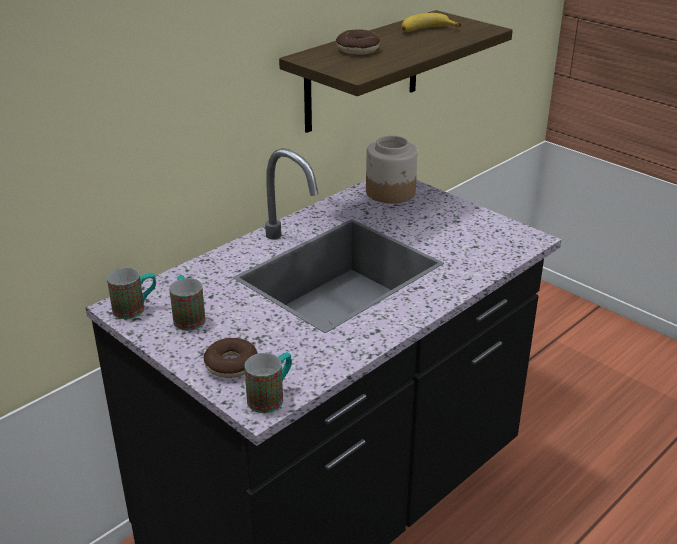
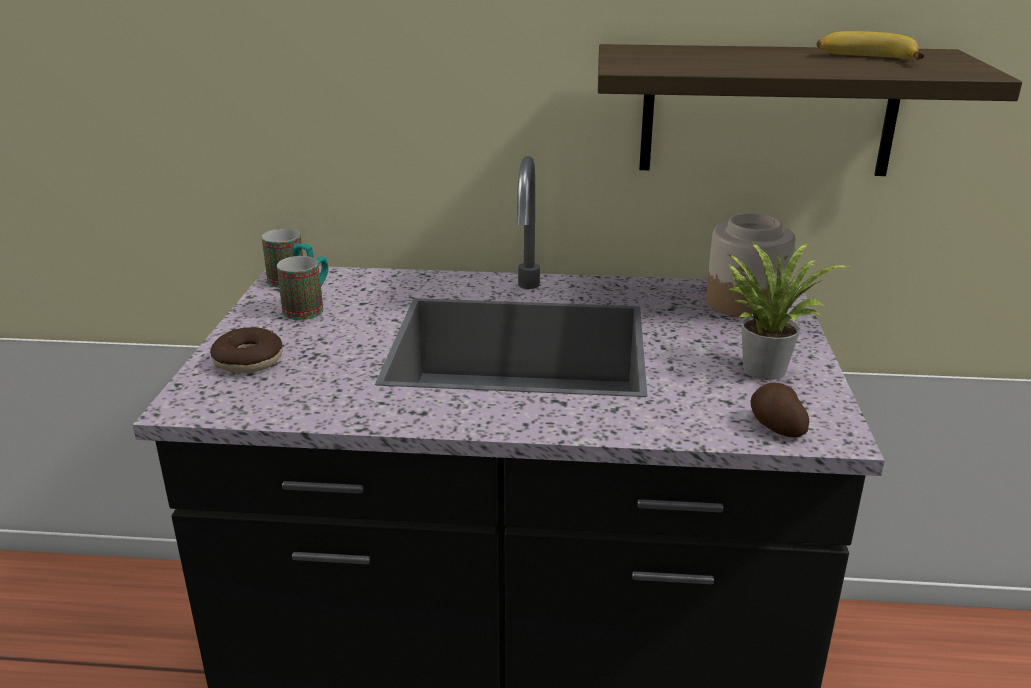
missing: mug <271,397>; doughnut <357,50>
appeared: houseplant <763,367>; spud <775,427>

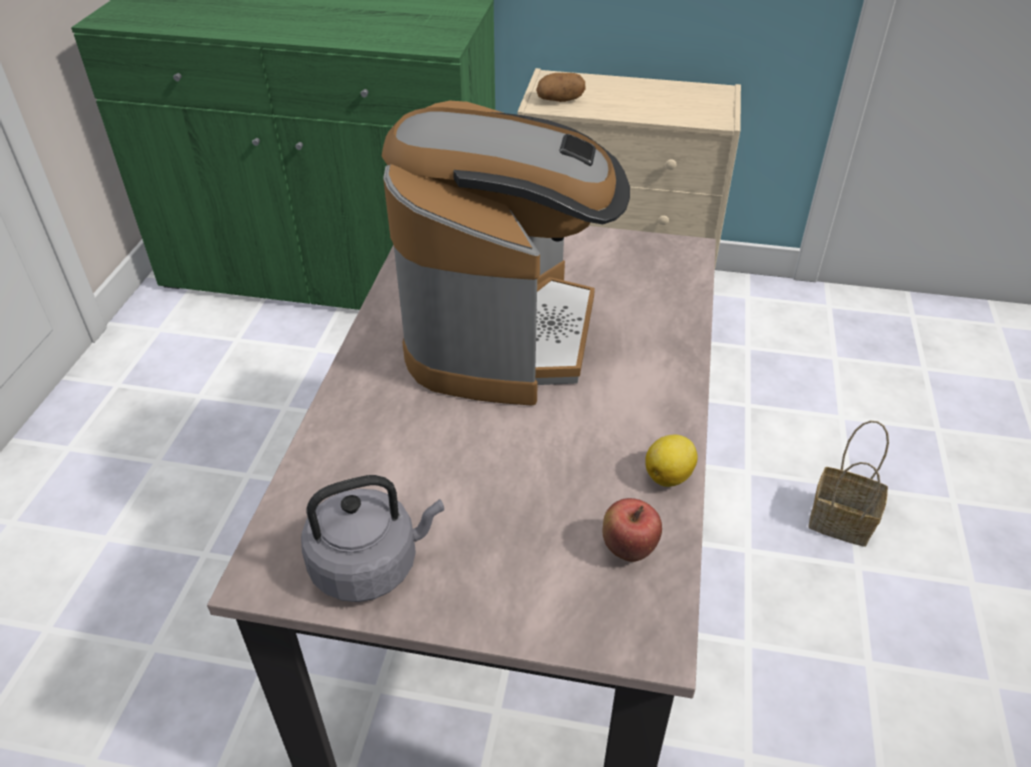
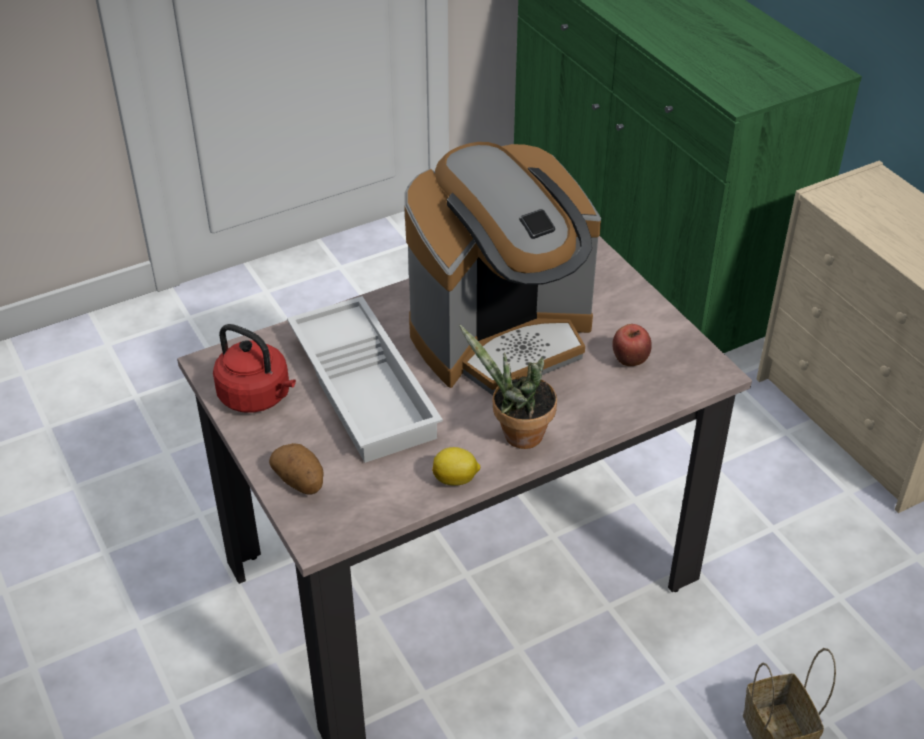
appeared: carrying tray in white-coloured <366,387>; houseplant <516,435>
relocated: spud <560,100> to <300,481>; apple fruit <628,549> to <630,361>
colour: tea kettle in greyish <370,564> to tea kettle in reddish <257,397>

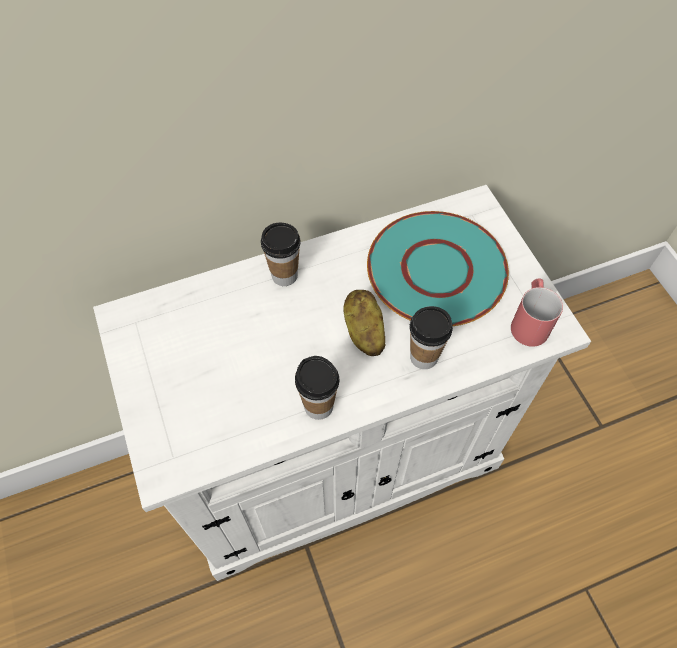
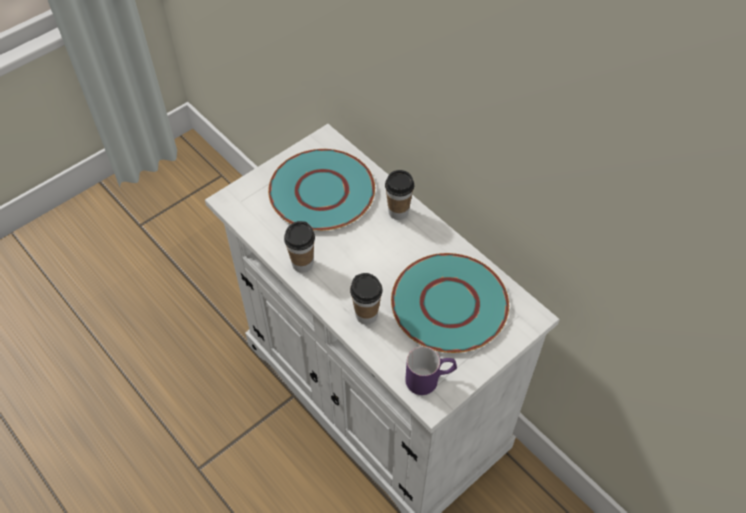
missing: spud <363,332>
appeared: plate in blue-green <321,191>
colour: mug in reddish <529,321> to mug in purplish <430,379>

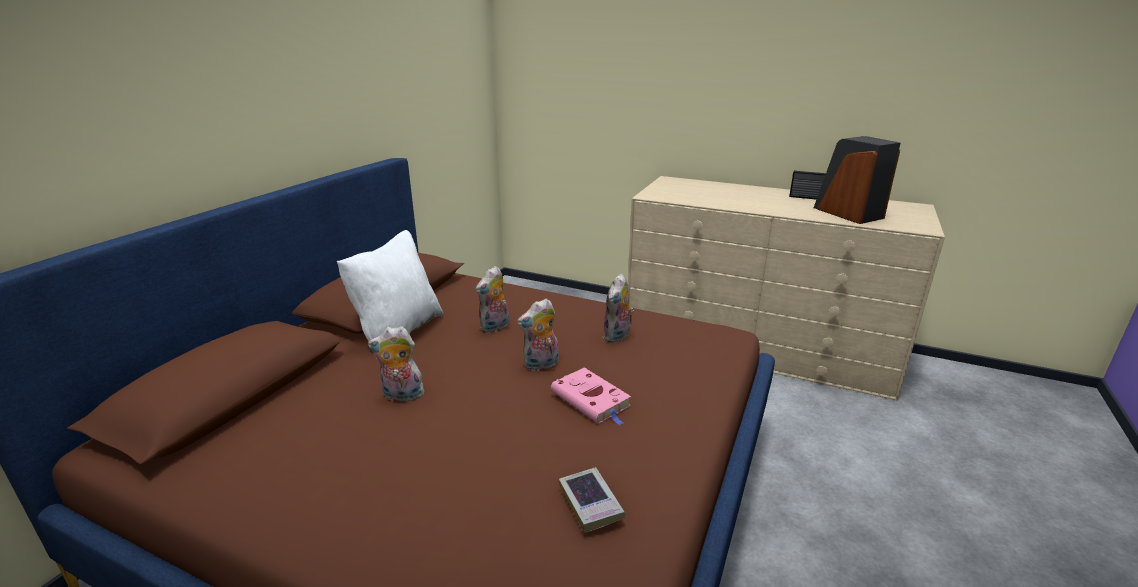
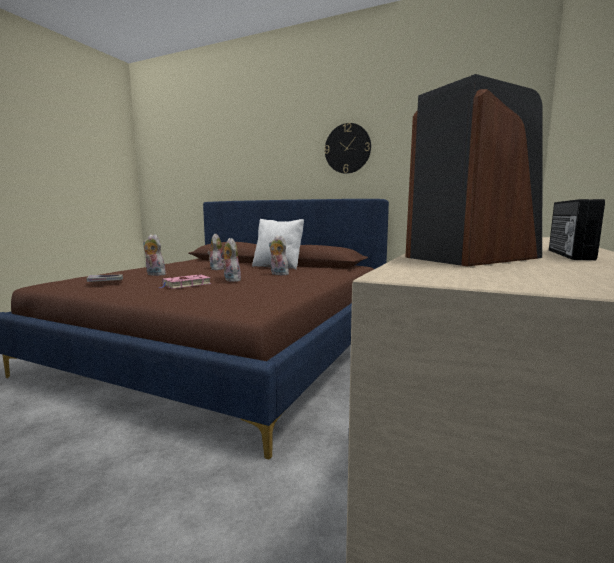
appeared: wall clock <347,148>
relocated: soft toy <617,336> to <154,274>

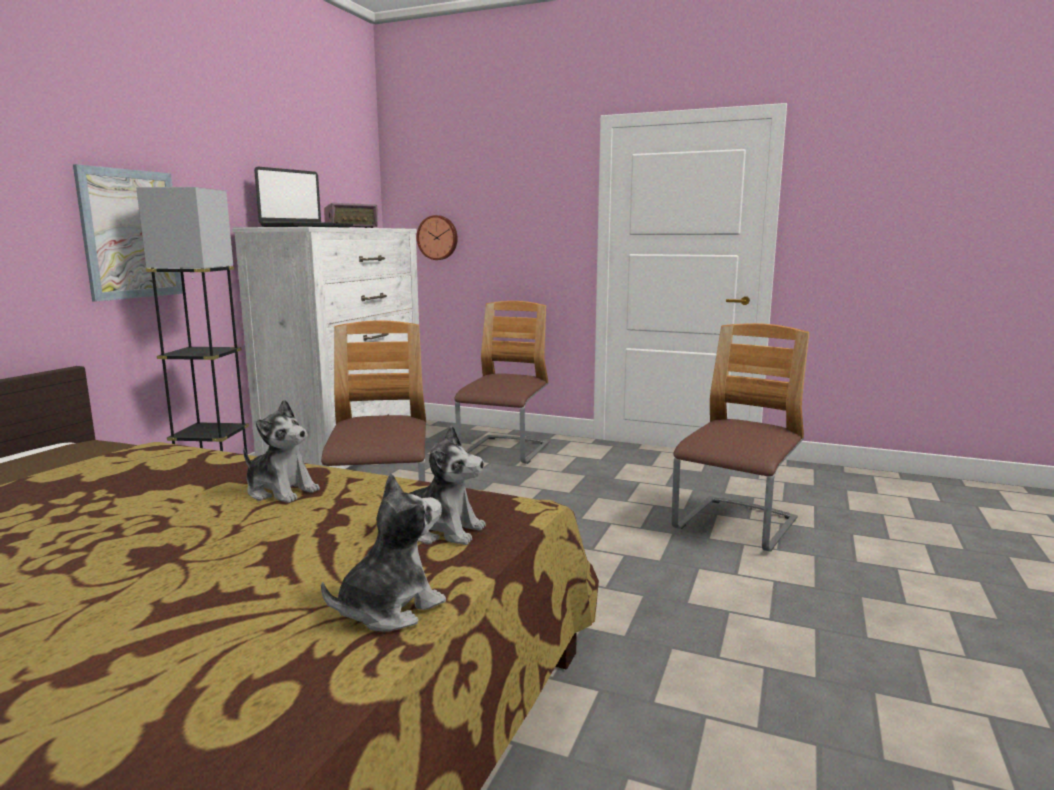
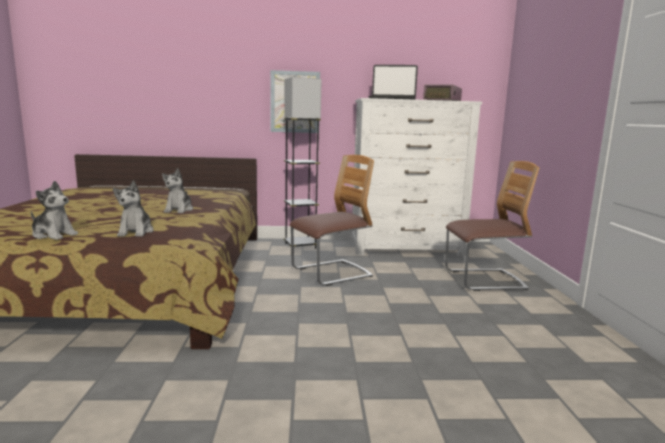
missing: wall clock <438,237>; upright chair <735,526>

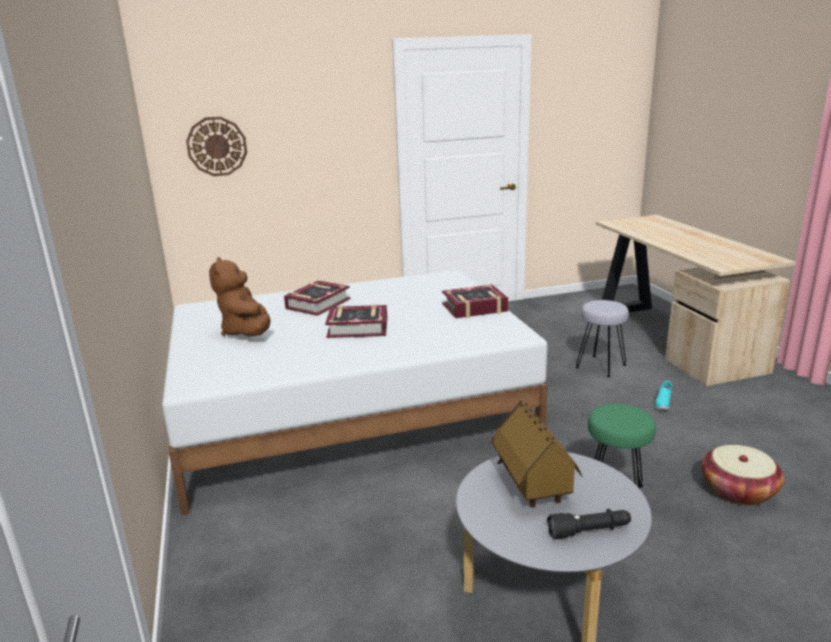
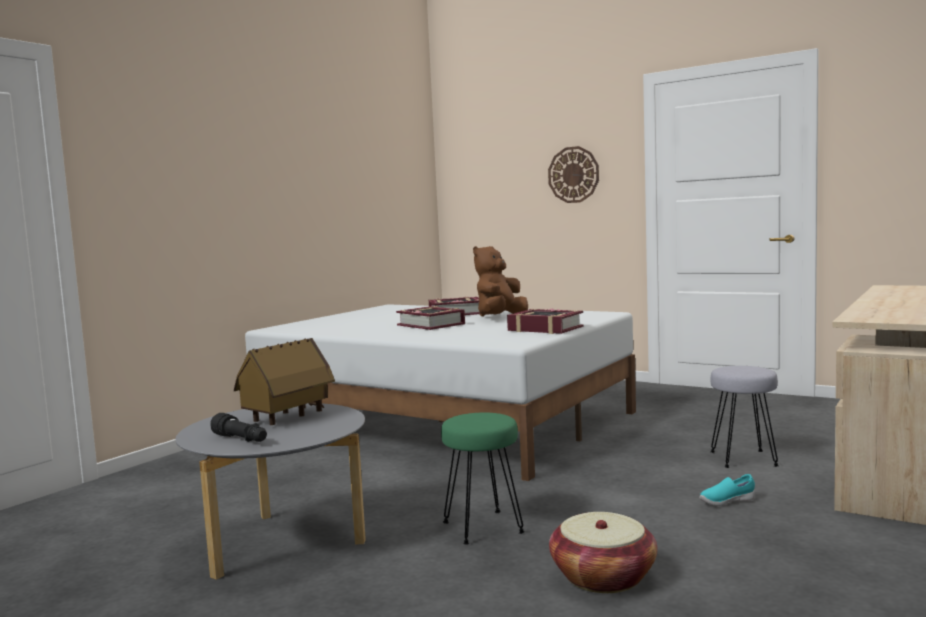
relocated: soft toy in brown-coloured <247,332> to <500,317>; wall clock <217,146> to <573,174>

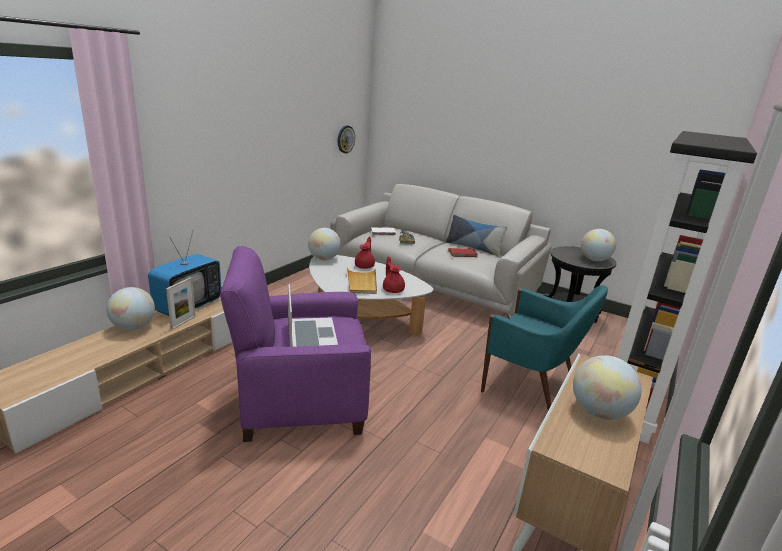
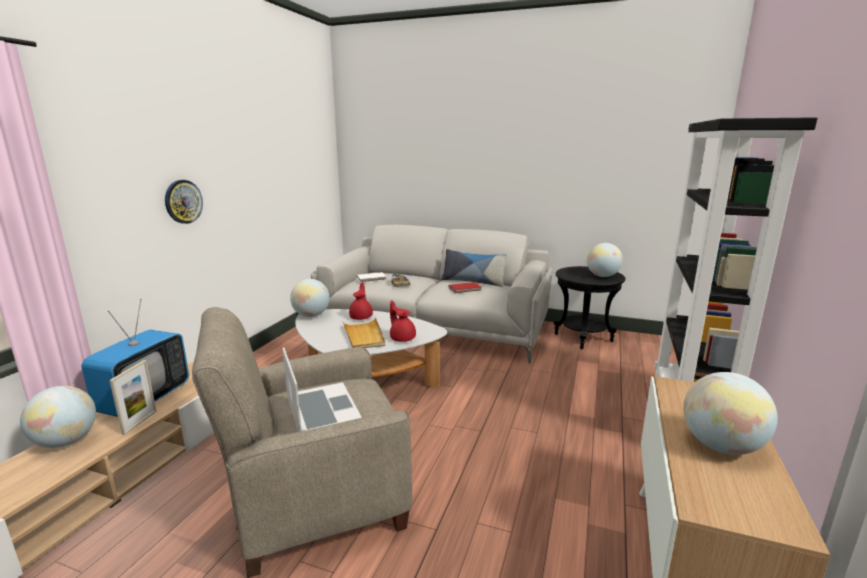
missing: armchair in blue-green <531,387>
relocated: wall clock <345,139> to <183,201>
colour: armchair in purplish <300,400> to armchair in beige-coloured <315,497>

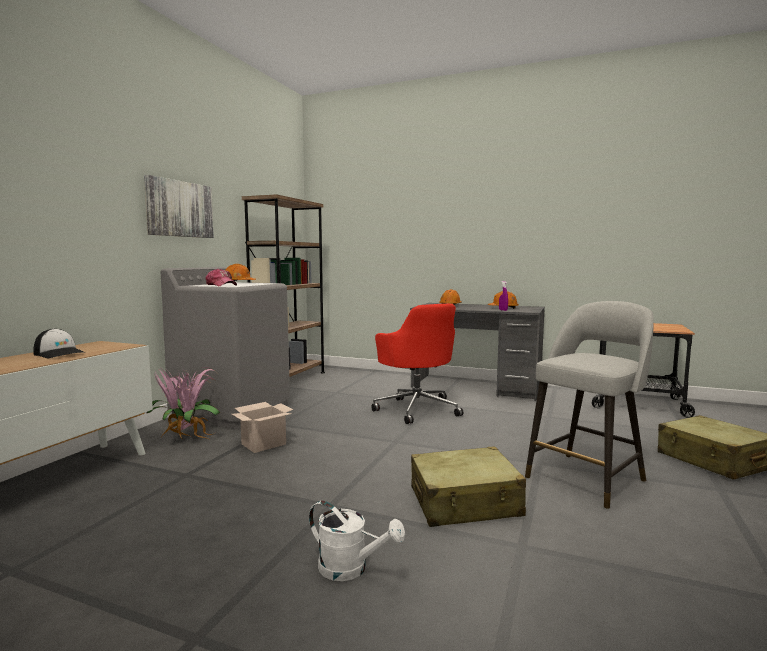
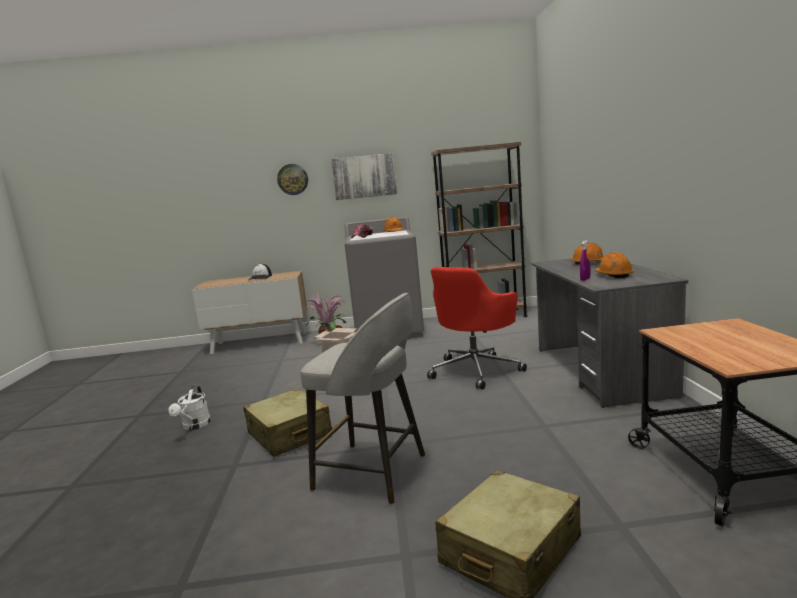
appeared: wall clock <292,179>

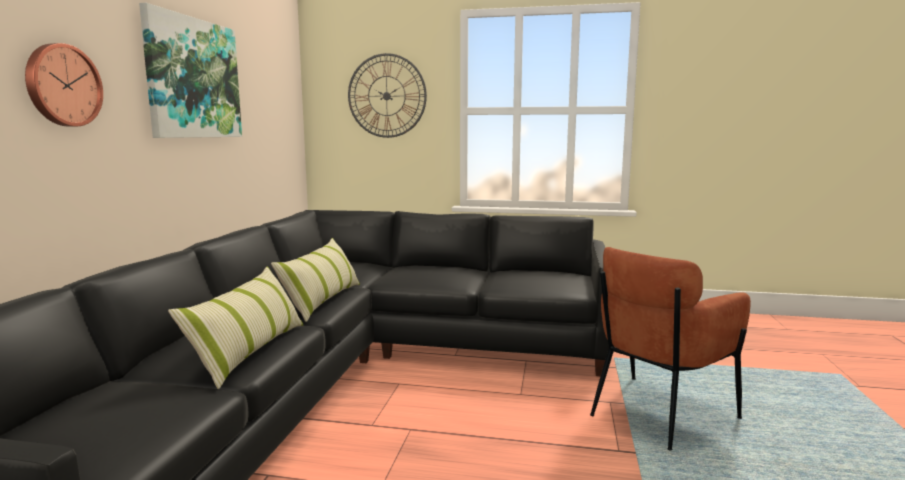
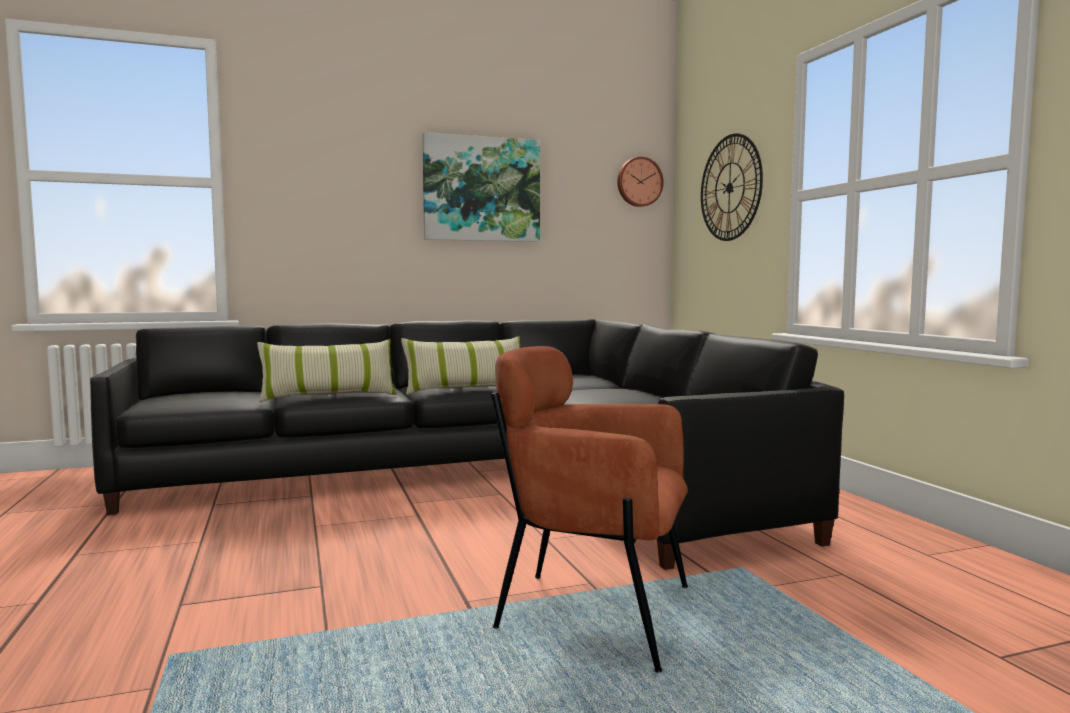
relocated: wall clock <62,85> to <639,182>

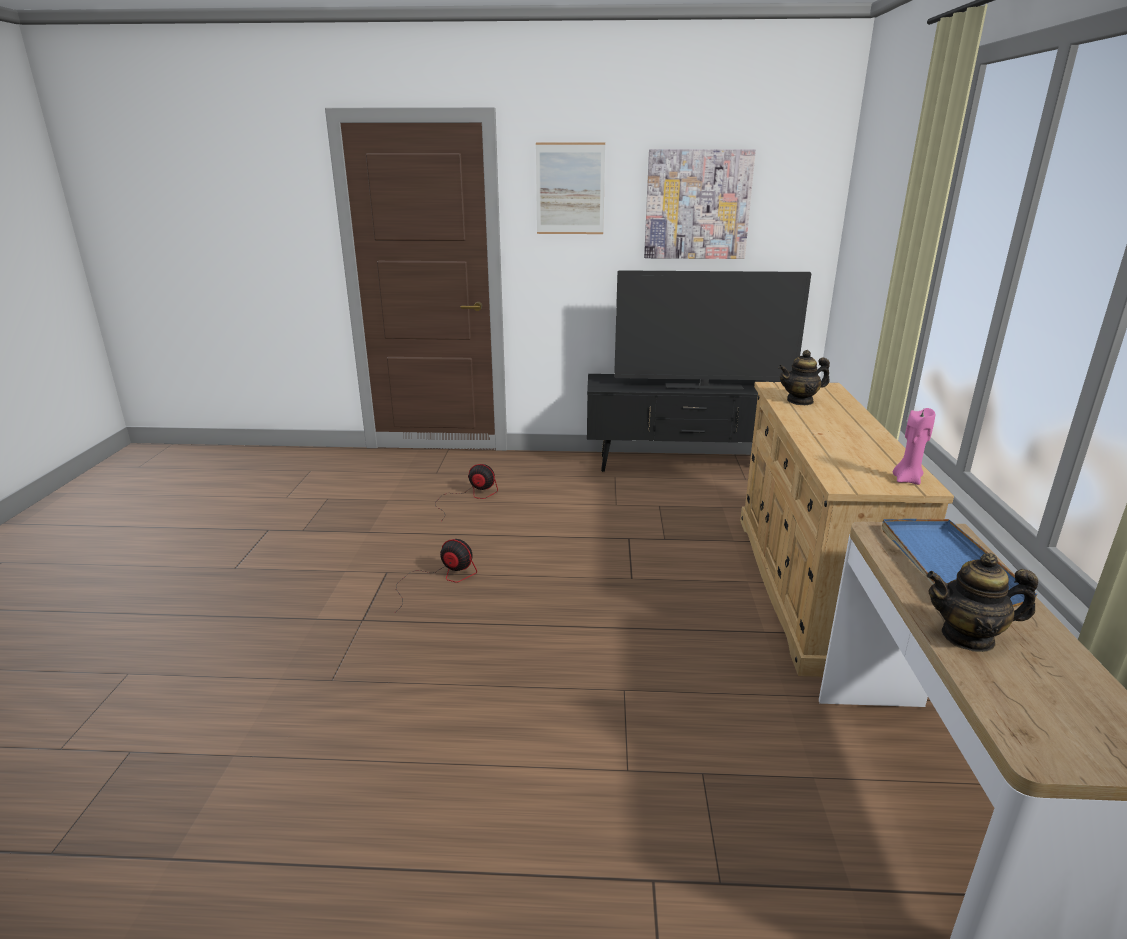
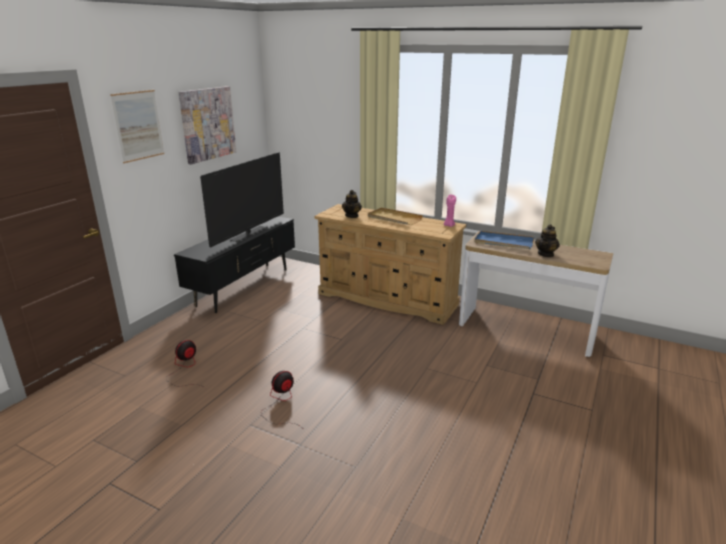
appeared: carrying tray in beige-coloured <394,218>

